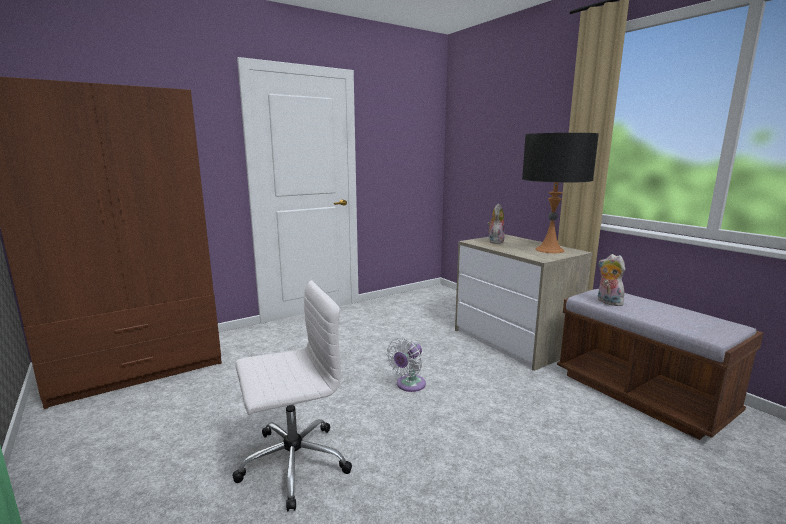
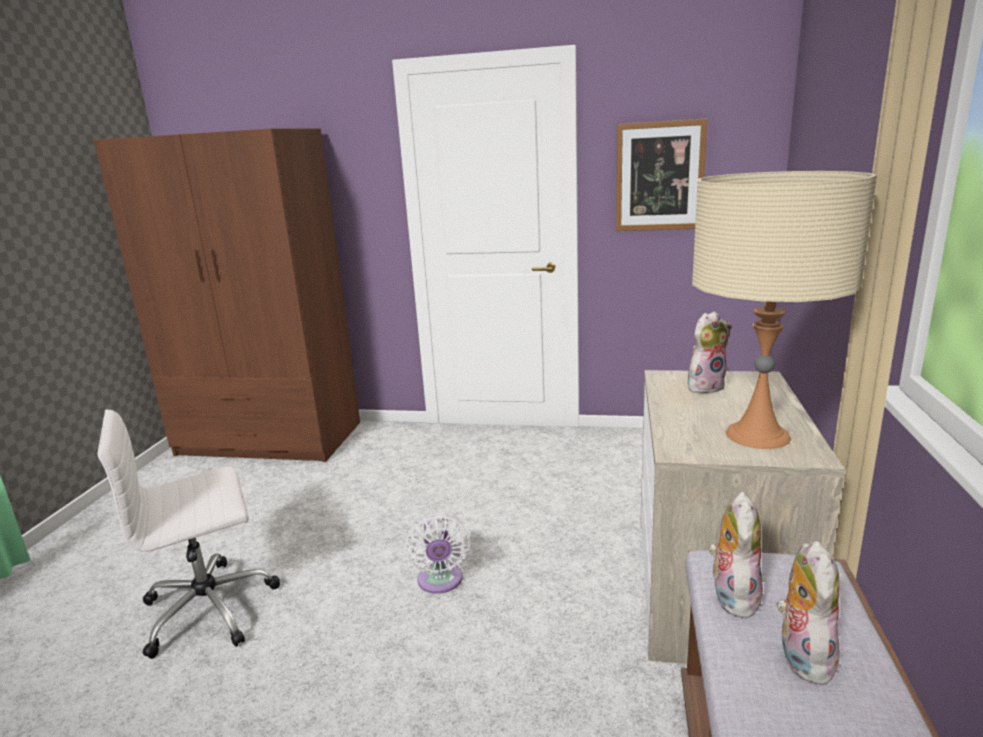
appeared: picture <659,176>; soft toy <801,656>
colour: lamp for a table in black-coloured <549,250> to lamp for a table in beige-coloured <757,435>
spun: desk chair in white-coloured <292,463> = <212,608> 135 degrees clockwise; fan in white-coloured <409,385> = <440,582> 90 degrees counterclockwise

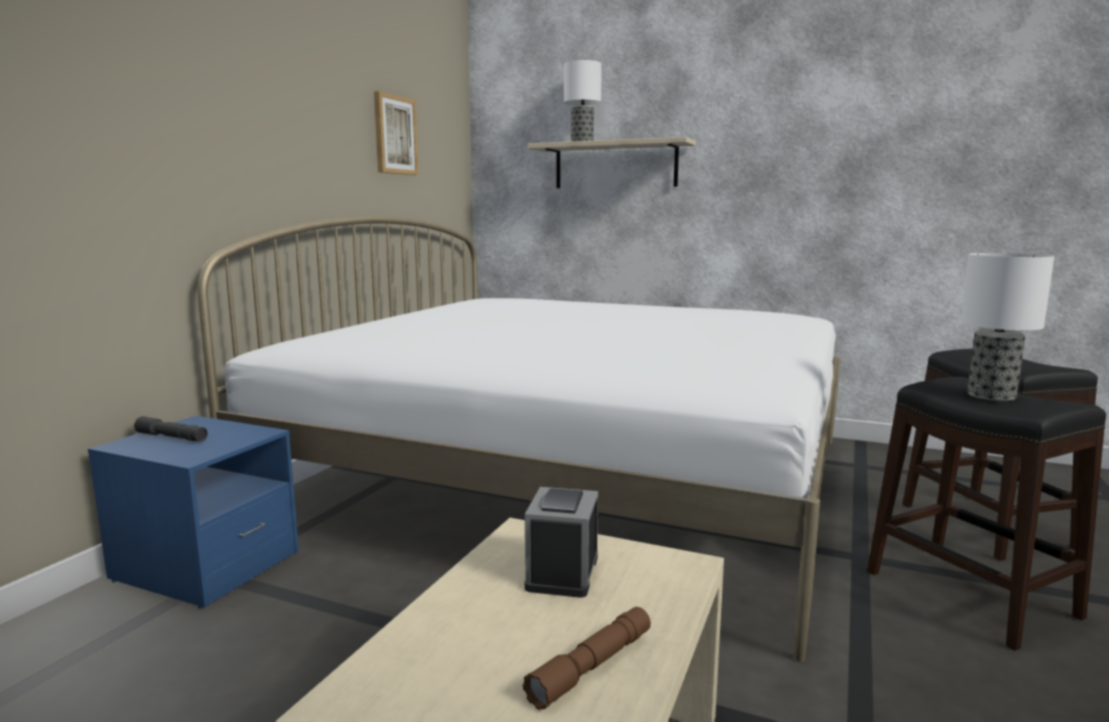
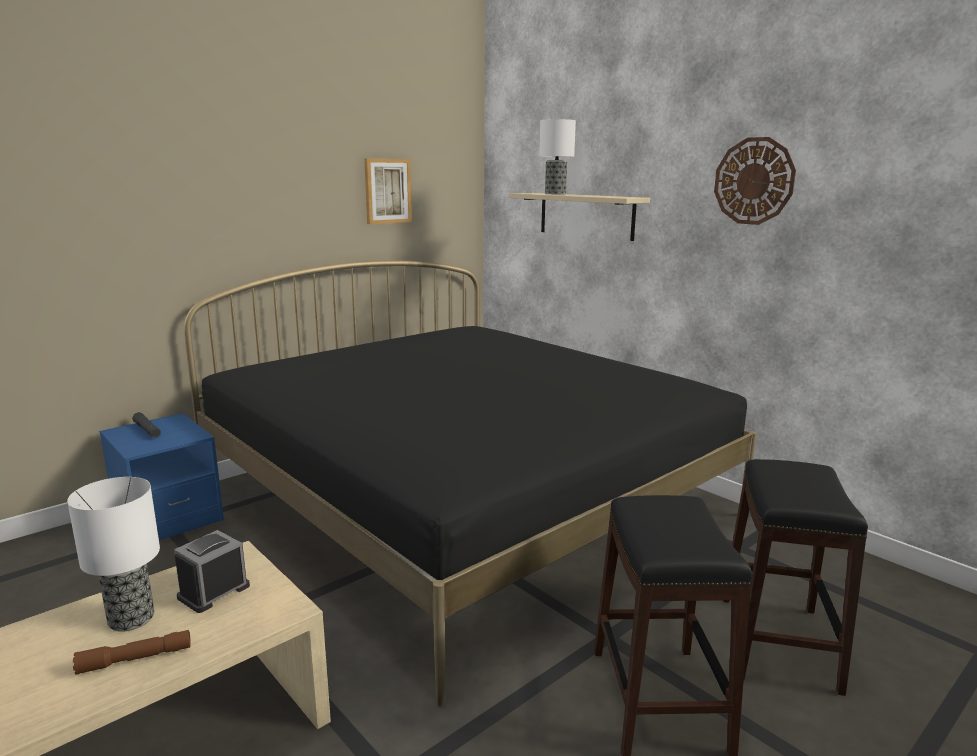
appeared: wall clock <754,181>
relocated: lamp for a table <989,395> to <131,618>
colour: sleeping bed in white-coloured <572,477> to sleeping bed in black-coloured <465,501>

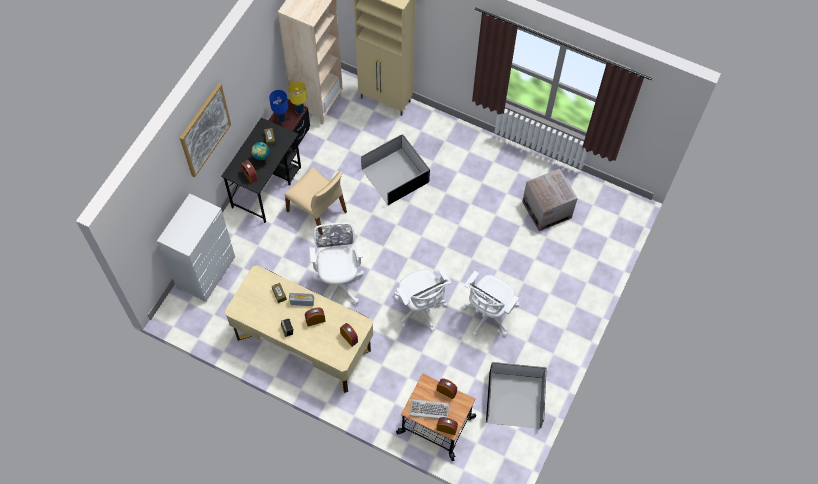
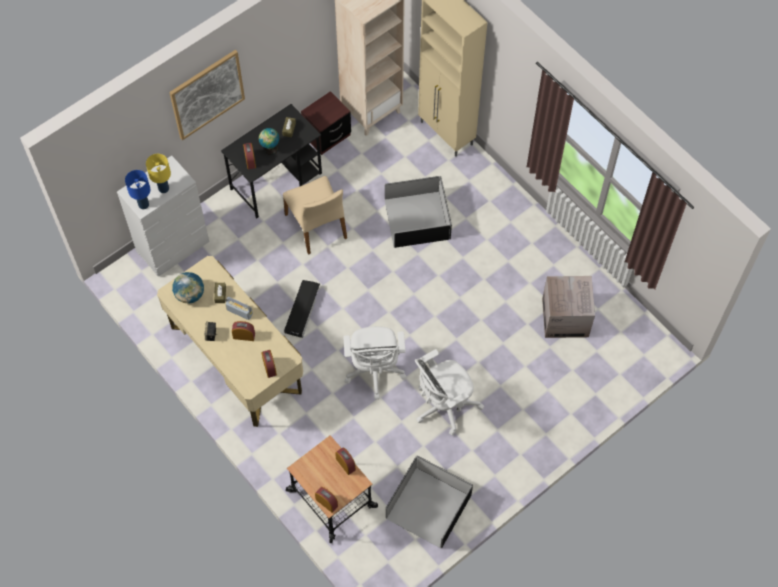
missing: PC keyboard <429,410>
appeared: globe <190,295>
relocated: lamp for a table in bluish <281,119> to <143,204>; lamp for a table in yellowish <300,110> to <164,188>
exchanged: desk chair in white-coloured <339,283> to storage container in black-coloured <302,310>

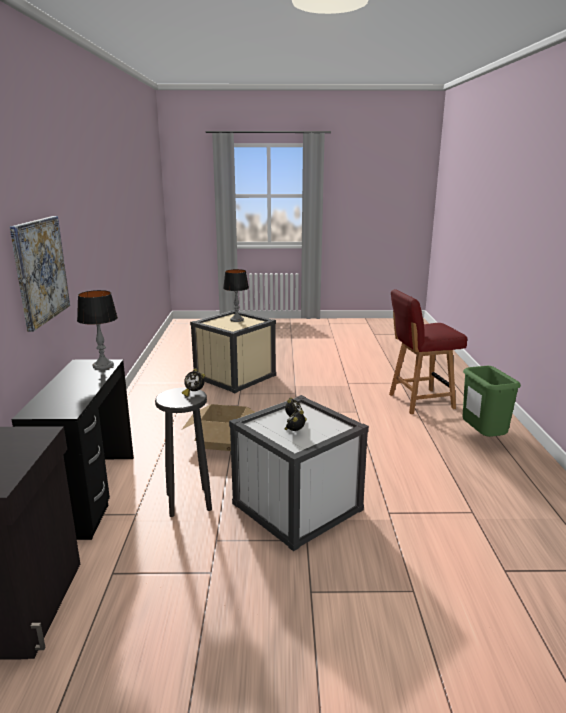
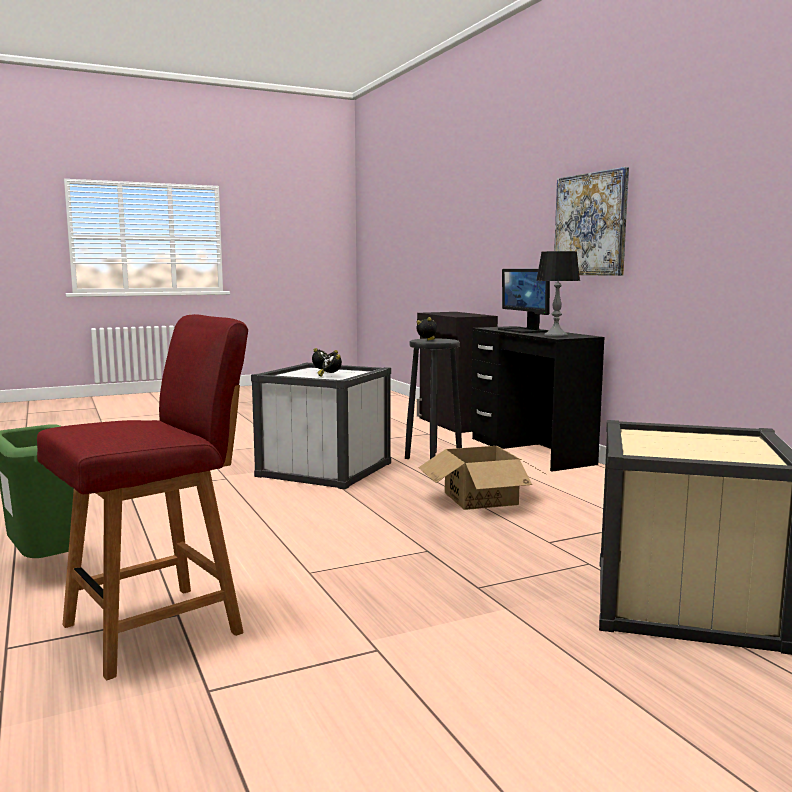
missing: lamp for a table <236,320>
appeared: computer screen <523,330>

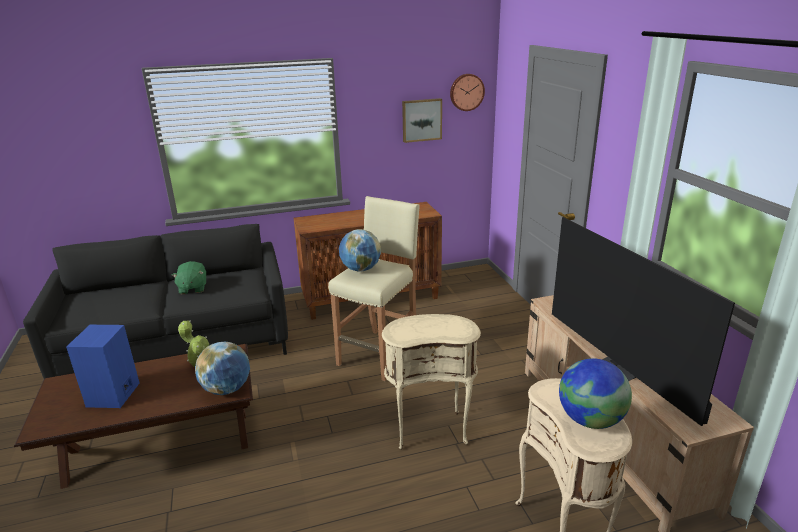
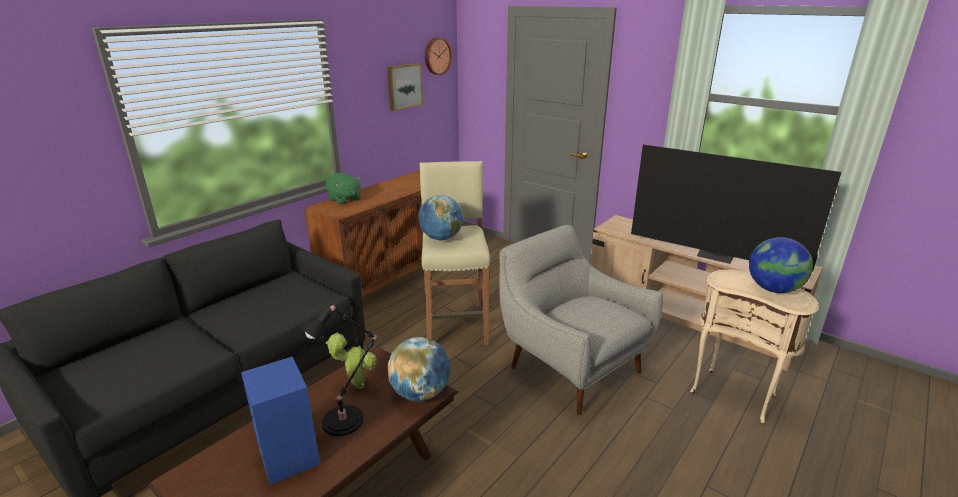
appeared: lamp for a table in black-coloured <346,419>
relocated: soft toy in green <192,288> to <344,199>
exchanged: end table in beige-coloured <430,428> to armchair in greyish <570,367>

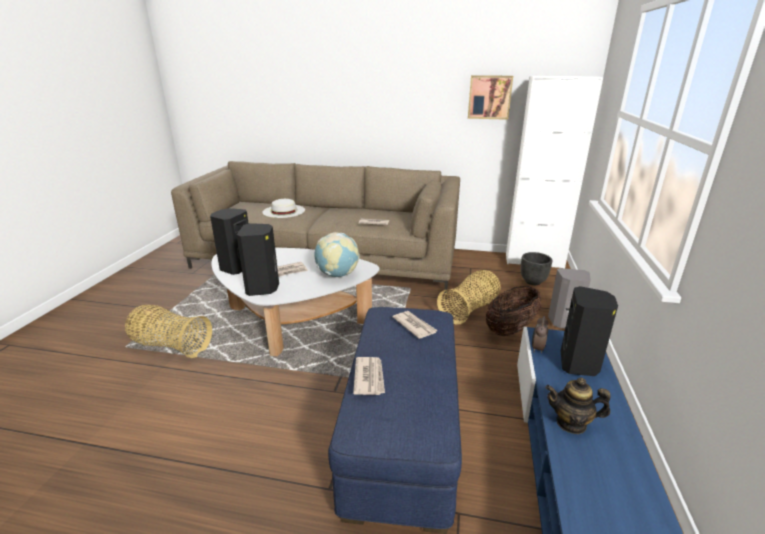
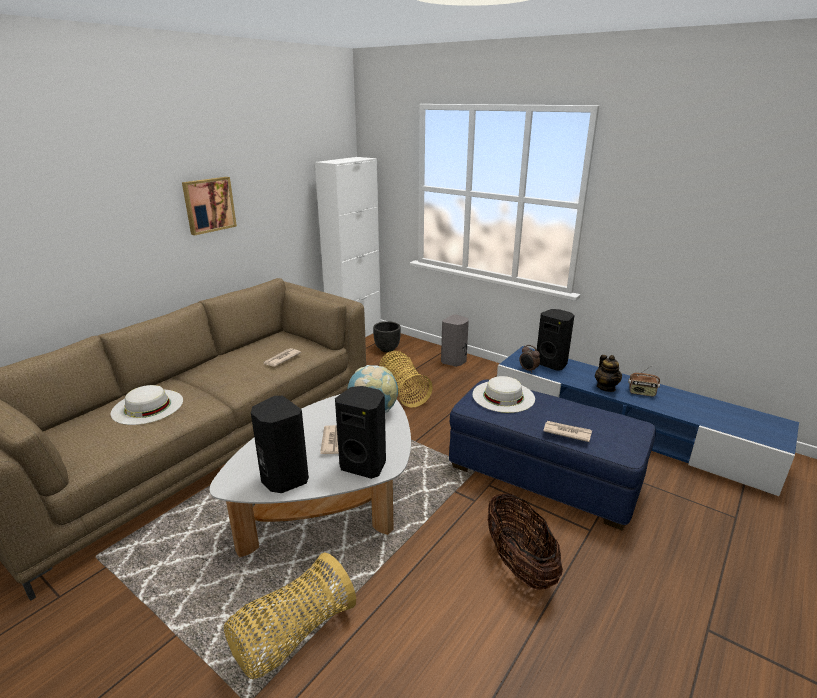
appeared: radio receiver <641,393>
relocated: picture <489,97> to <208,205>; basket <510,329> to <519,563>
exchanged: newspaper <414,326> to clothing hat in white-coloured <503,396>
spun: teapot <571,423> = <606,387> 45 degrees counterclockwise

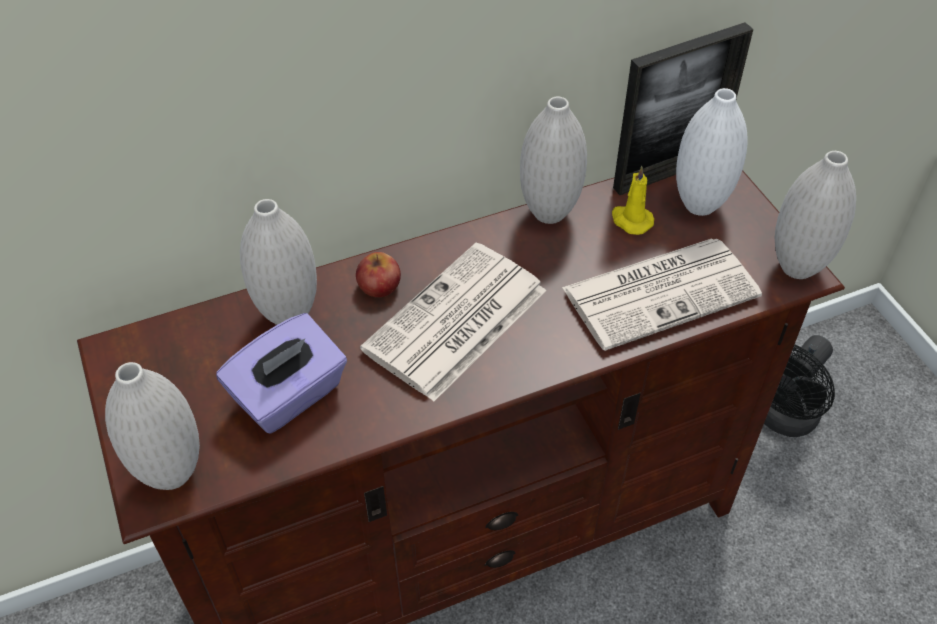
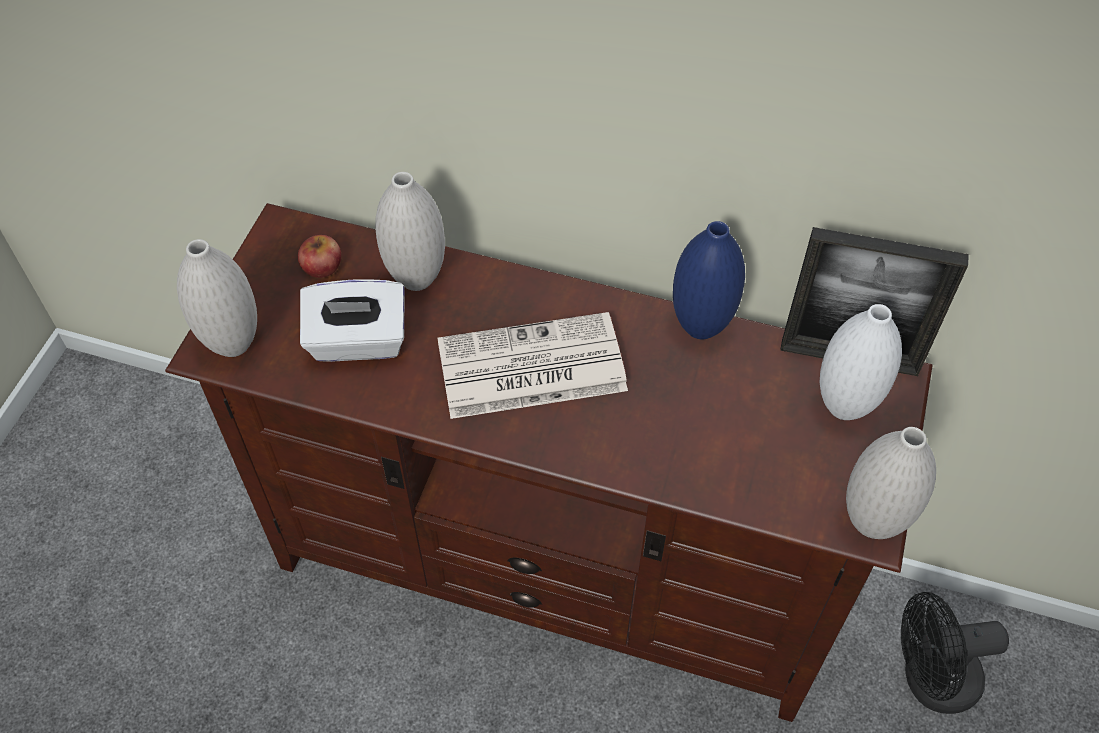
missing: newspaper <661,291>; wax candle in yellowish <631,220>
relocated: apple fruit <379,285> to <322,266>
colour: tissue box in purplish <290,396> to tissue box in white-coloured <358,342>; flower vase in white-coloured <549,213> to flower vase in bluish <701,327>

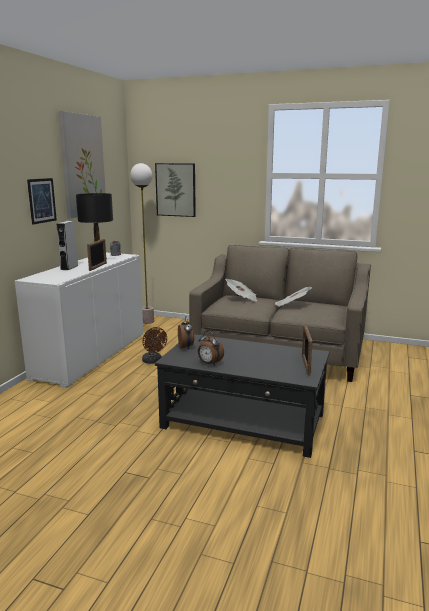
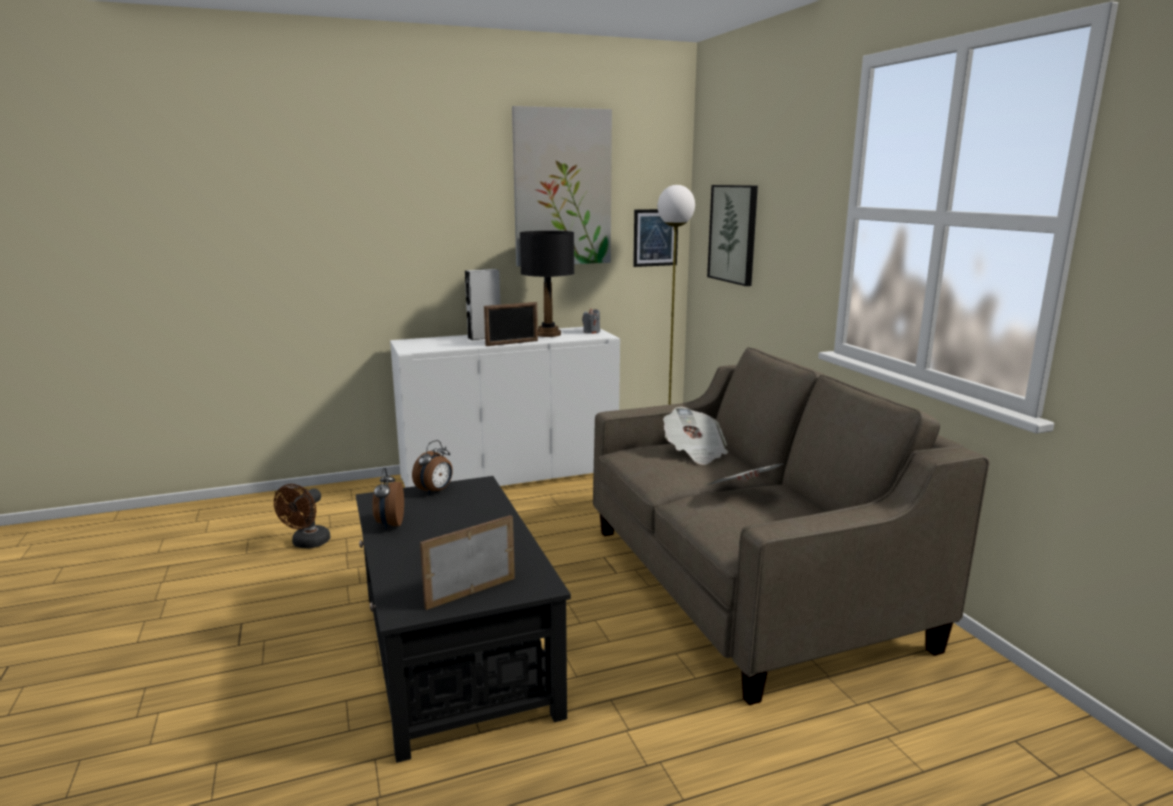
relocated: fan in brown-coloured <153,361> to <307,544>; picture <42,200> to <655,237>

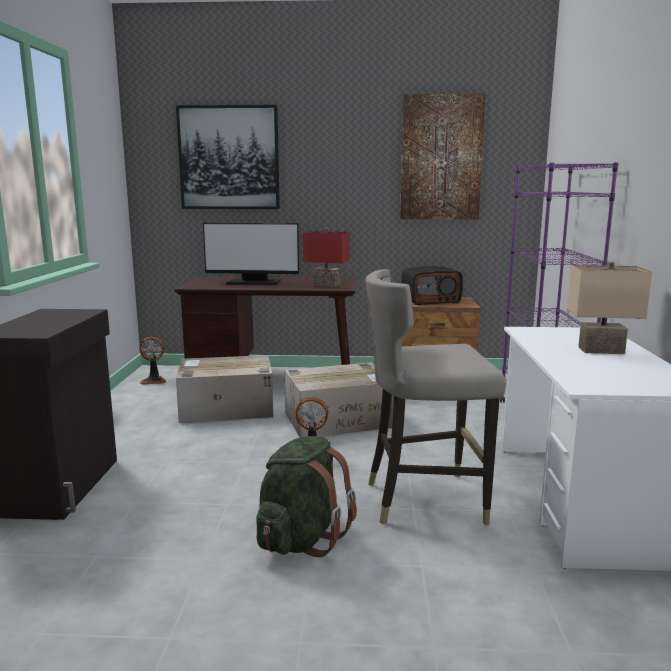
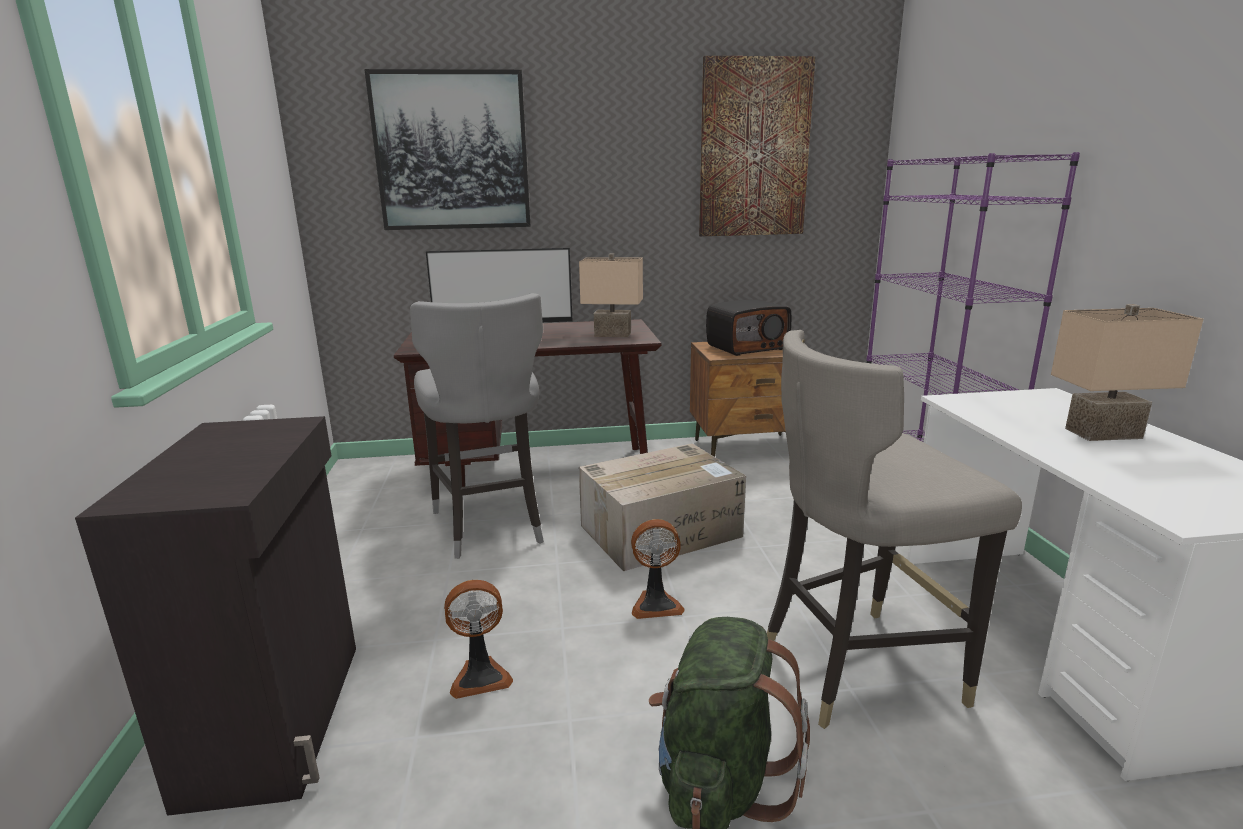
relocated: fan <154,380> to <480,676>
exchanged: carton <225,408> to sitting stool in greyish <490,526>
colour: lamp for a table in reddish <325,285> to lamp for a table in beige-coloured <612,335>

